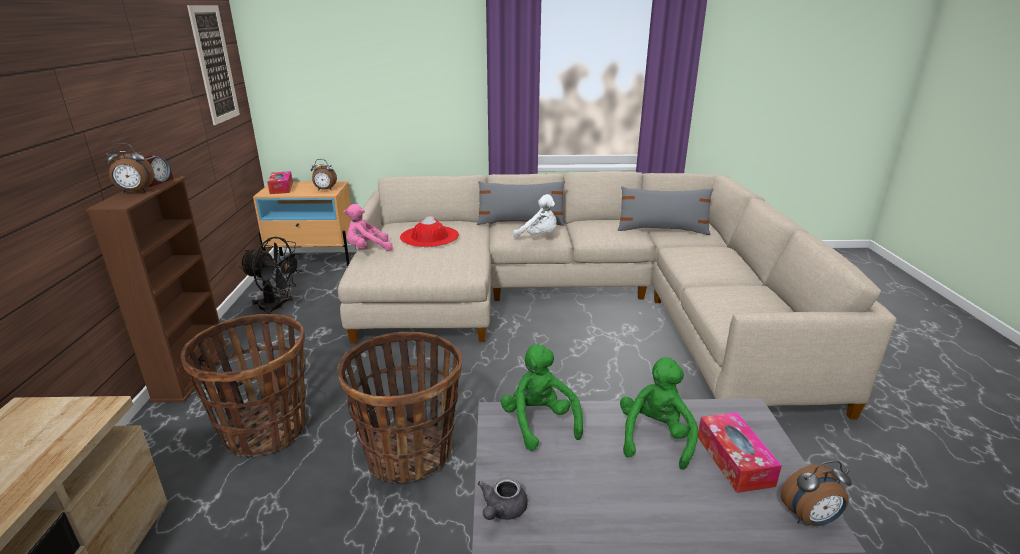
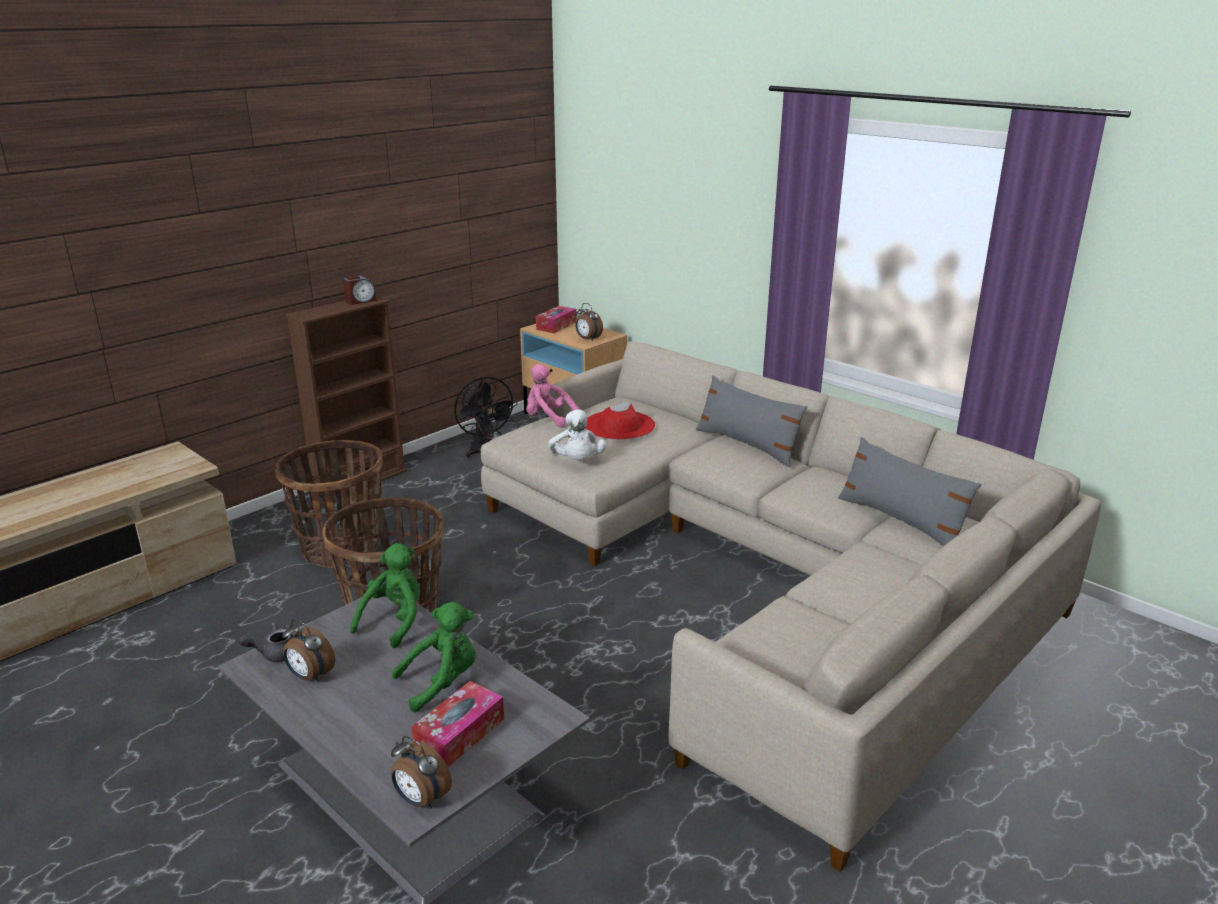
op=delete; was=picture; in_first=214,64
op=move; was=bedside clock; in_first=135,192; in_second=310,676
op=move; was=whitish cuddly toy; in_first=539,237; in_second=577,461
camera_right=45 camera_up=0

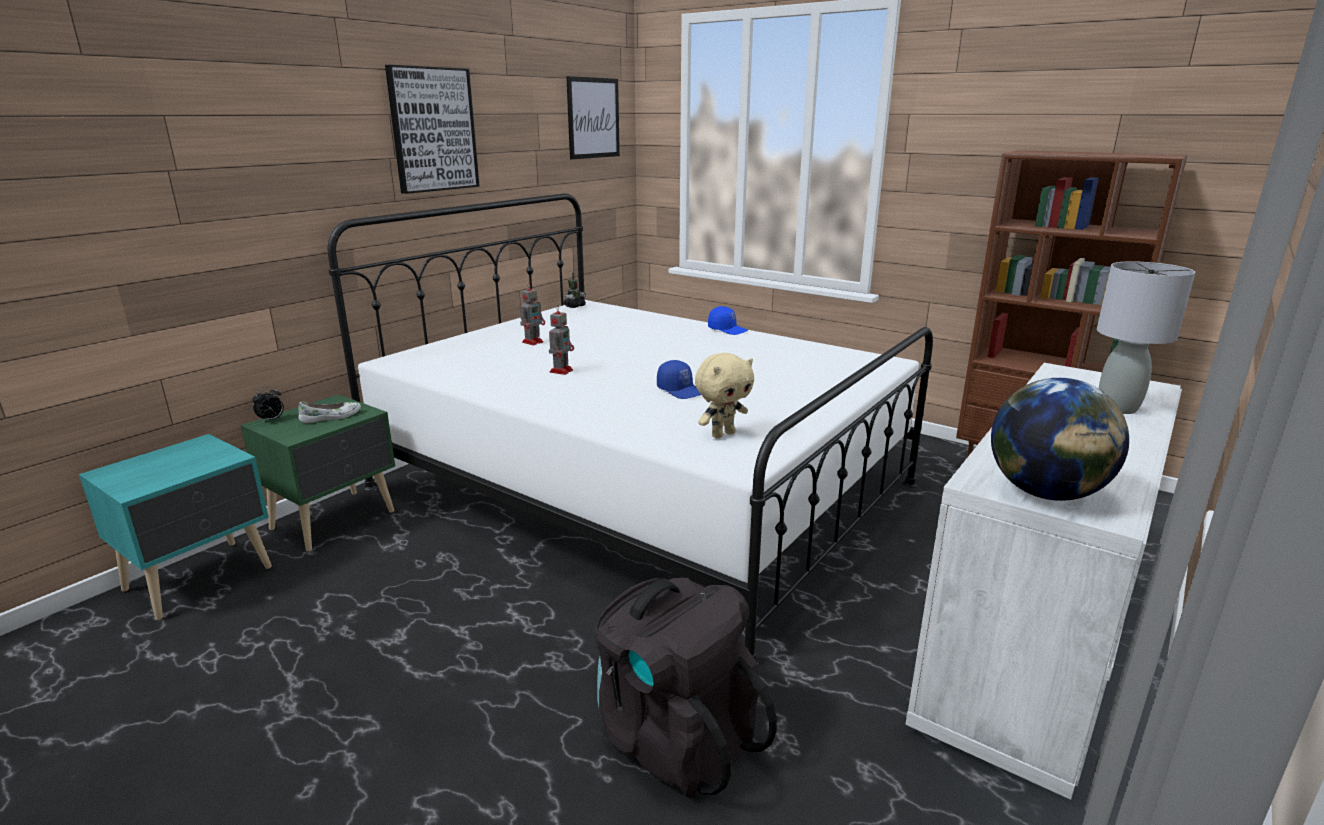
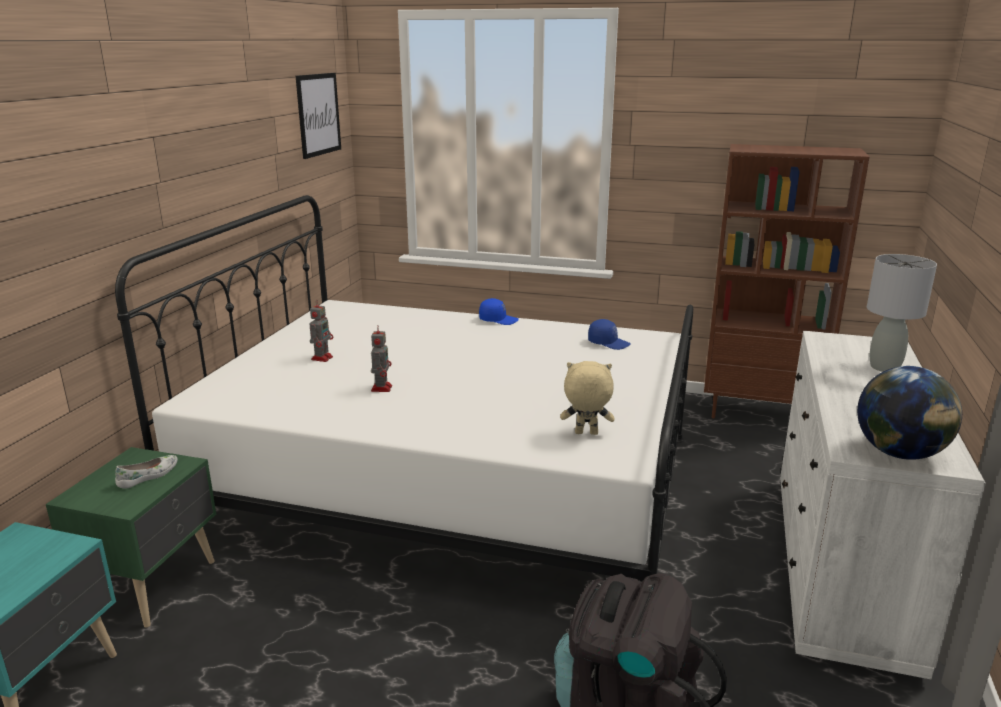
op=delete; was=picture; in_first=433,130
op=delete; was=toy robot; in_first=574,306
op=rotate; was=beige-coloured cuddly toy; in_first=722,434; in_second=586,434; clockwise=-120
op=move; was=blue-coloured baseball cap; in_first=680,390; in_second=608,343
op=delete; was=bedside clock; in_first=271,420
camera_right=-20 camera_up=0

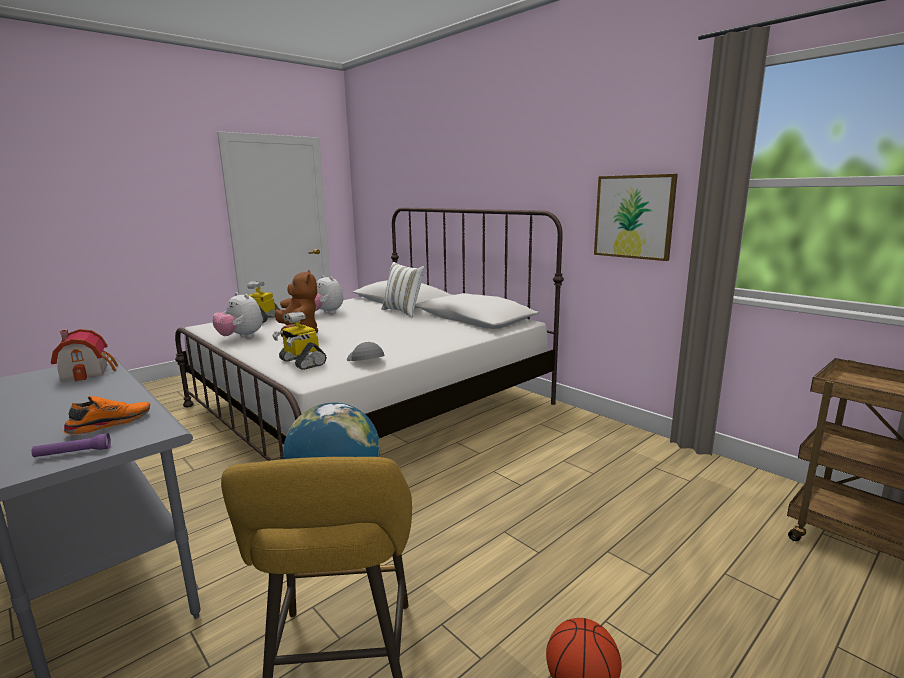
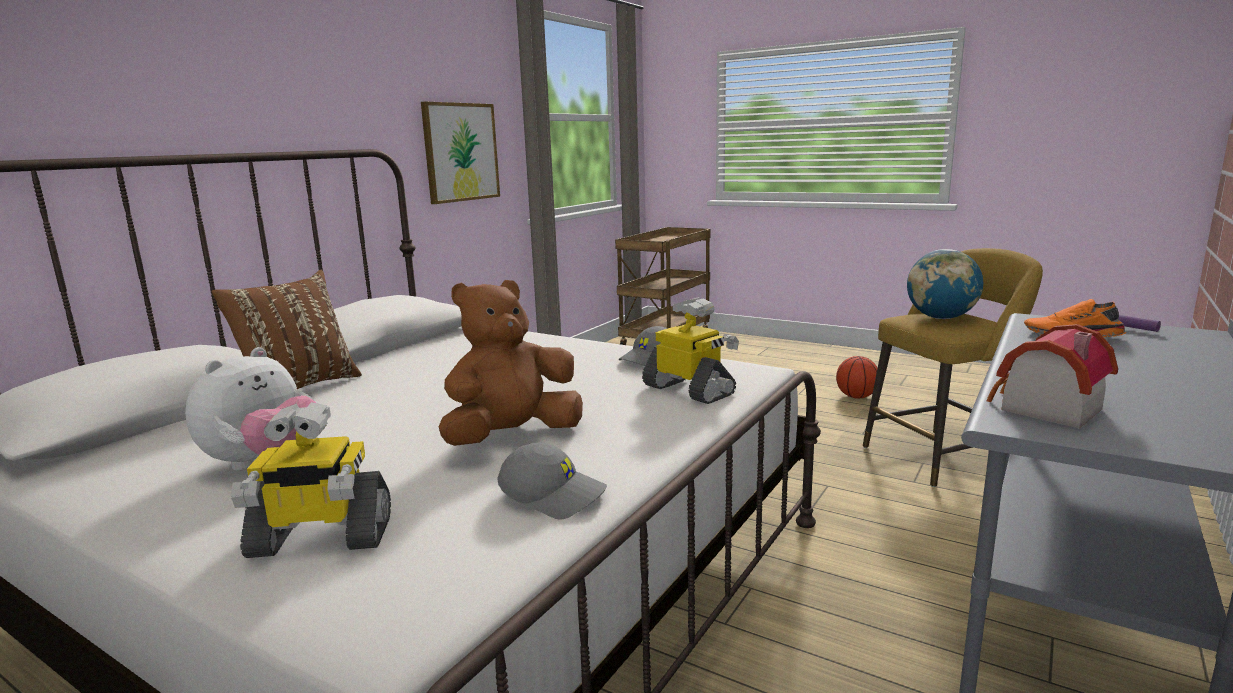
op=recolor; was=whitish cushion; now=brownish cushion; in_first=404,312; in_second=298,389
op=replace; was=cuddly toy; now=greyish baseball cap; in_first=240,337; in_second=554,494
op=rotate; was=toy robot; in_first=301,362; in_second=690,390; clockwise=-75
camera_right=-105 camera_up=0

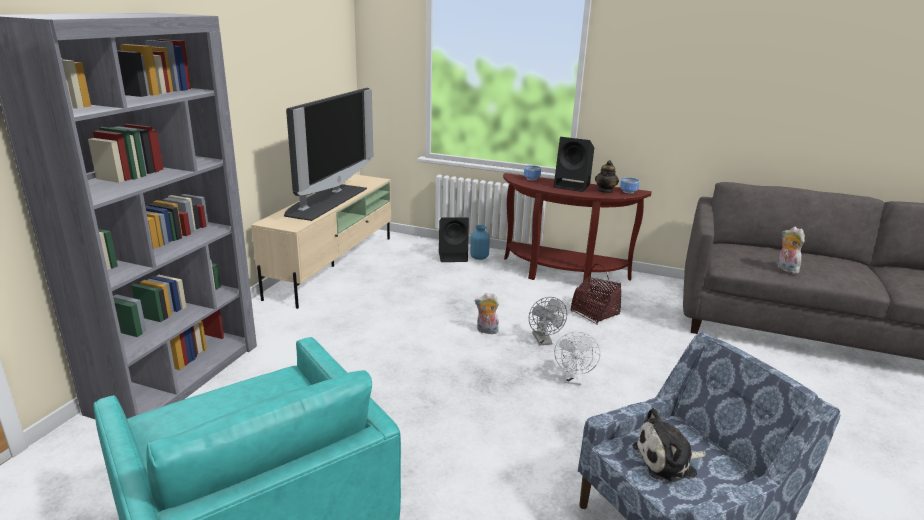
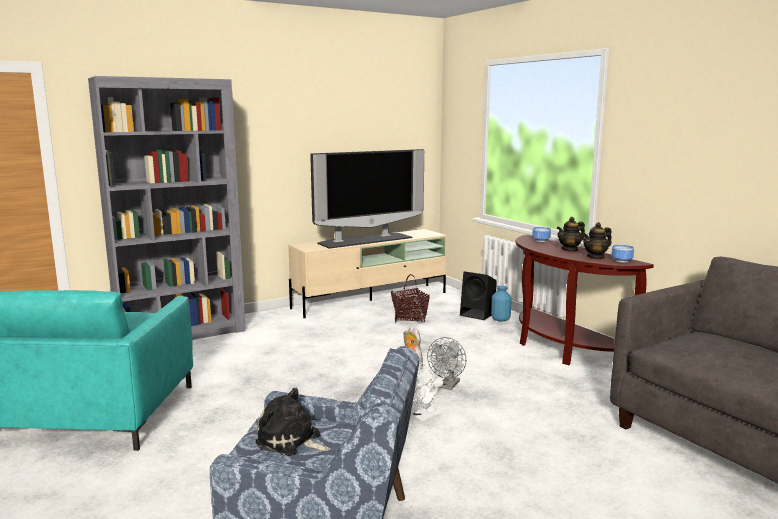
op=replace; was=black loudspeaker; now=teapot; in_first=573,186; in_second=570,249
op=delete; was=cuddly toy; in_first=785,269
op=move; was=basket; in_first=594,313; in_second=409,318
camera_right=40 camera_up=-10

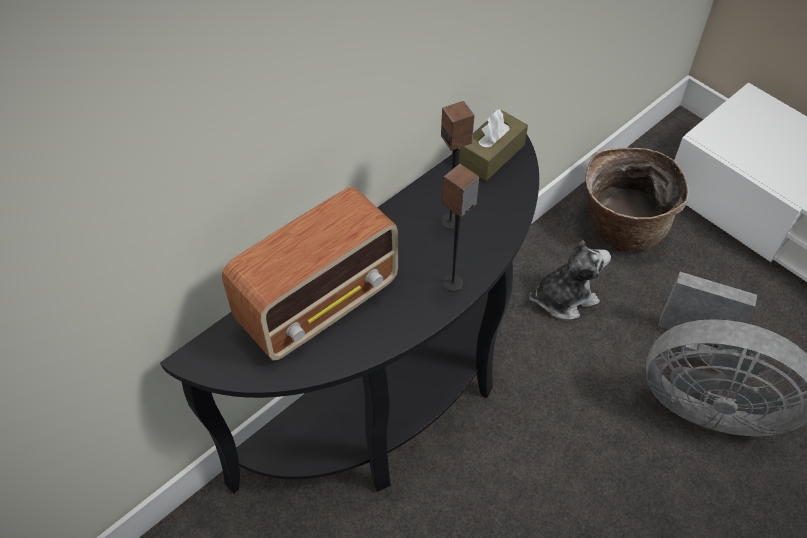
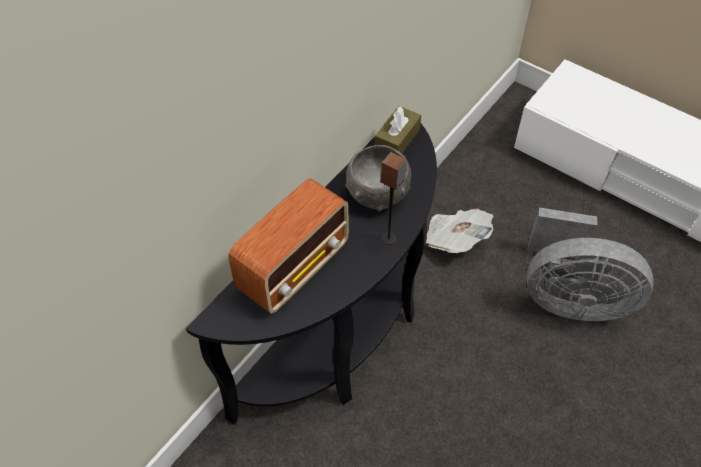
op=replace; was=loudspeaker; now=greyish deep dish; in_first=450,221; in_second=377,193
op=delete; was=basket; in_first=621,226
op=replace; was=cuddly toy; now=daily paper; in_first=564,298; in_second=455,239
camera_right=-10 camera_up=0

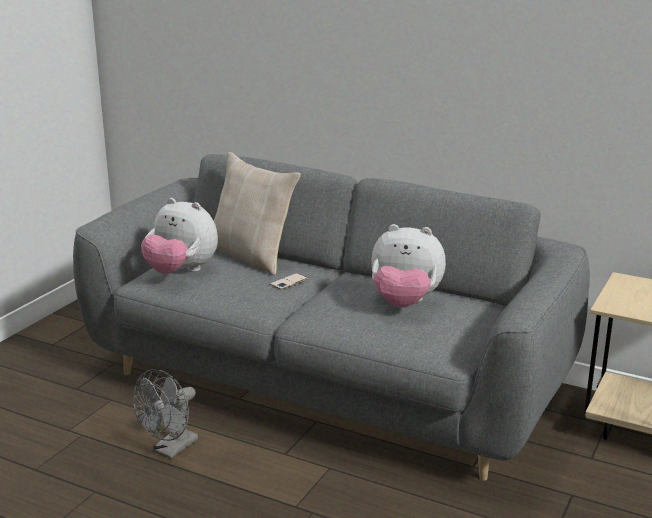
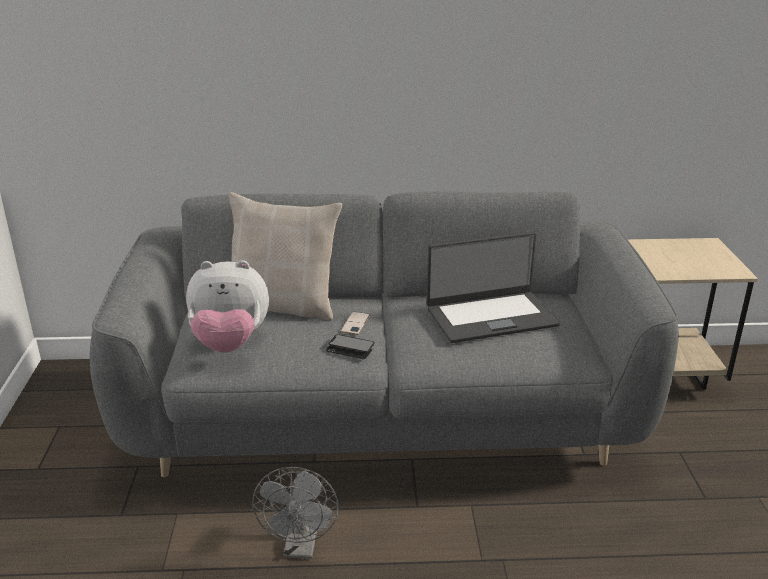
op=replace; was=cuddly toy; now=notebook computer; in_first=405,303; in_second=490,316
op=insert; now=phone; in_second=350,348
camera_right=-30 camera_up=5

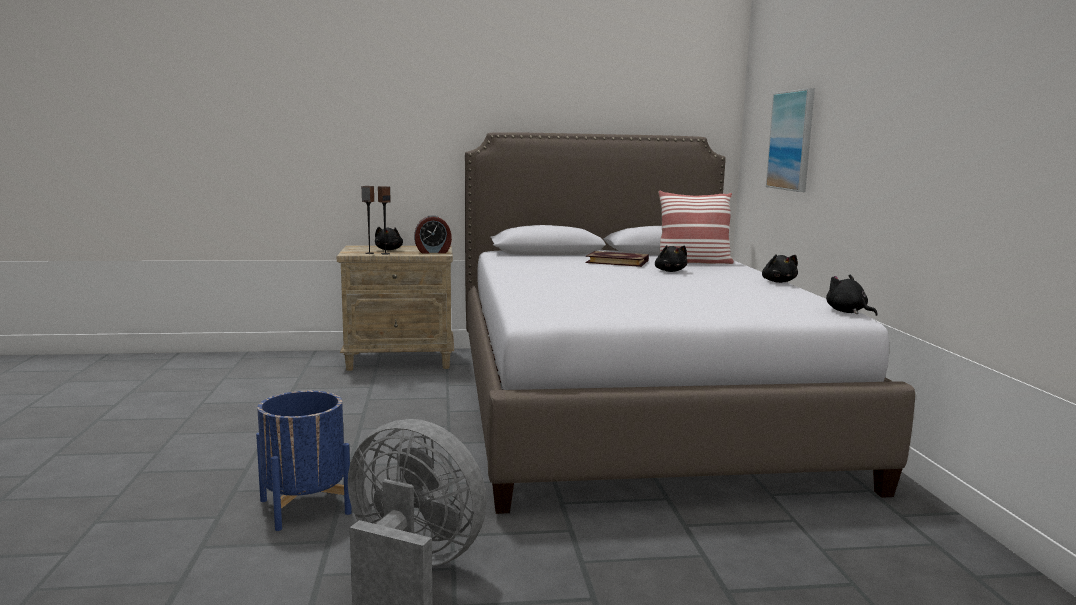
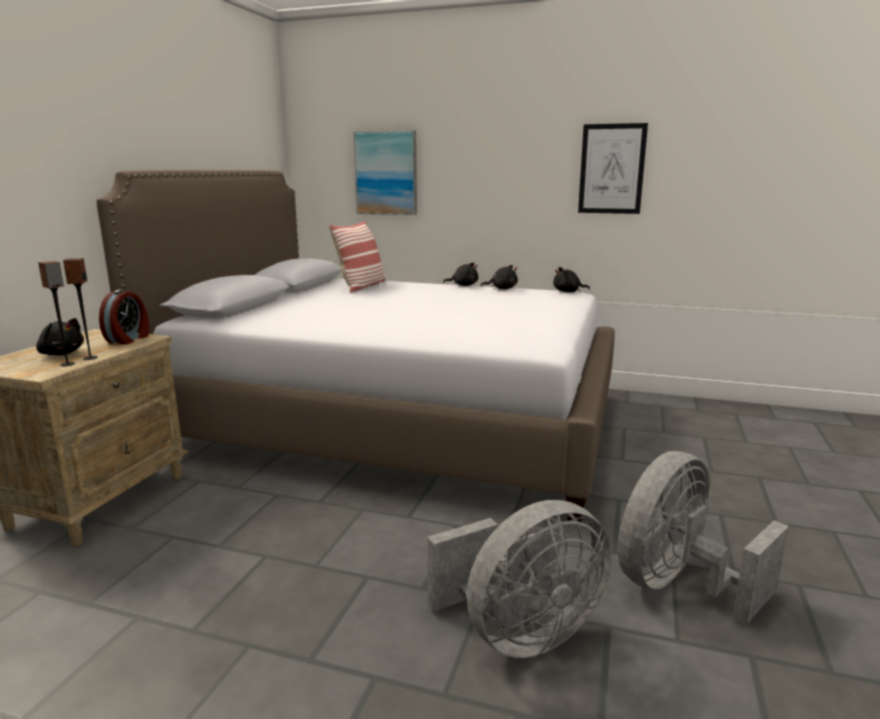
op=move; was=black cuddly toy; in_first=670,271; in_second=502,288
op=delete; was=book; in_first=617,261
op=replace; was=blue-coloured flower pot; now=greyish electric fan; in_first=305,506; in_second=520,634
op=insert; now=picture; in_second=611,169
camera_right=-65 camera_up=5

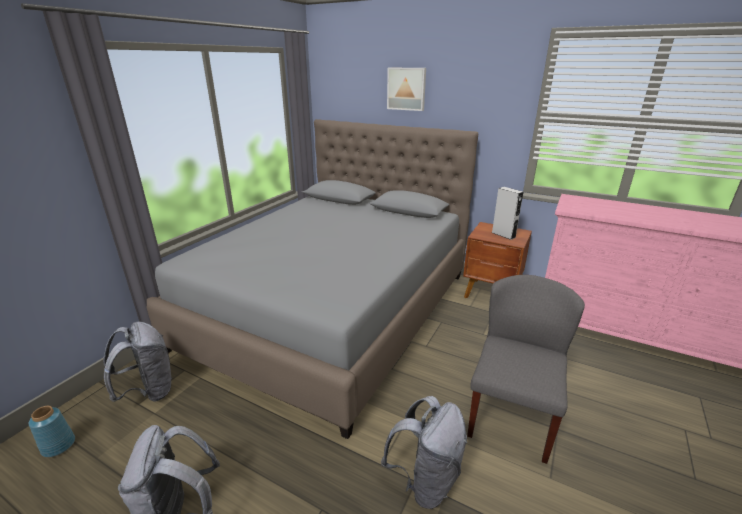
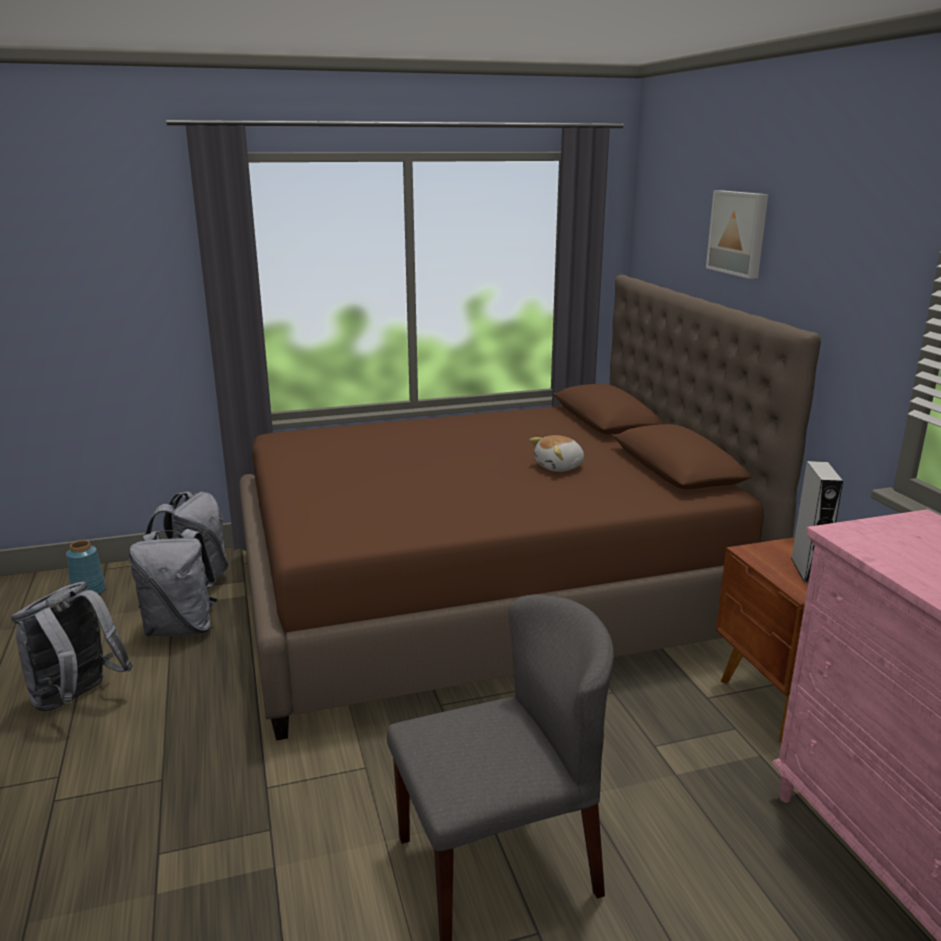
op=recolor; was=greyish sleeping bed; now=brownish sleeping bed; in_first=333,309; in_second=485,595
op=move; was=greyish backpack; in_first=425,481; in_second=181,628
op=insert; now=cuddly toy; in_second=559,467
camera_right=45 camera_up=-5

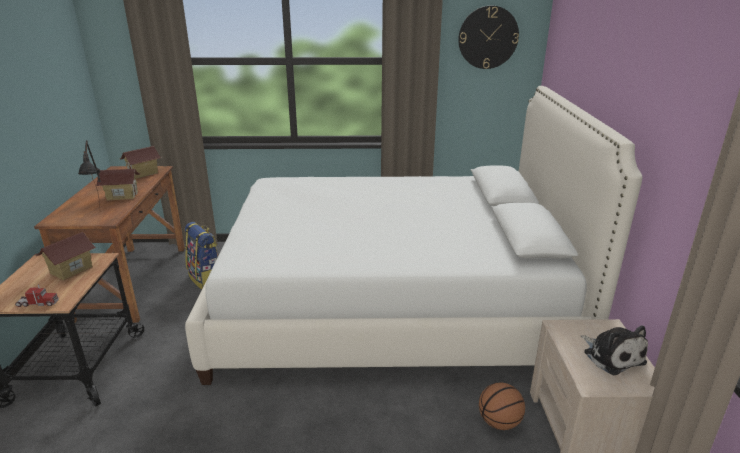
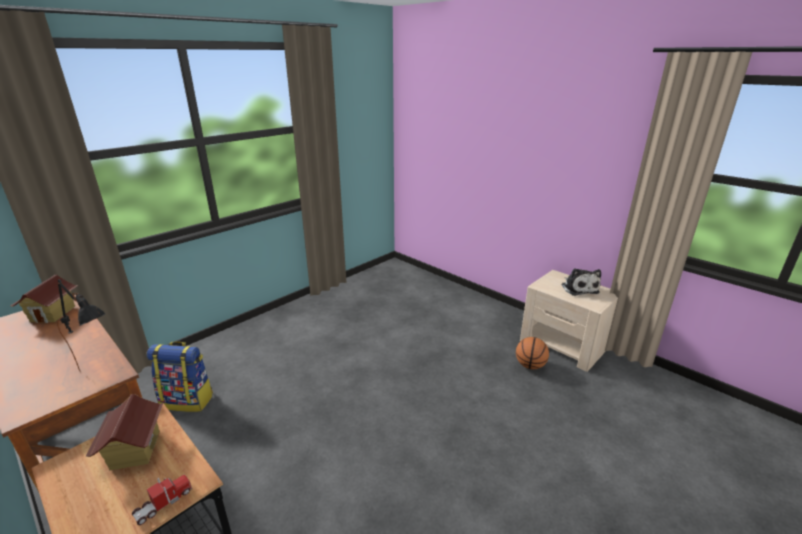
op=delete; was=clock on the wall; in_first=488,37
op=delete; was=whitish sleeping bed; in_first=391,305
op=delete; was=toy house; in_first=122,196
op=rotate; was=cuddly toy; in_first=611,356; in_second=579,288; clockwise=60
camera_right=-45 camera_up=0

